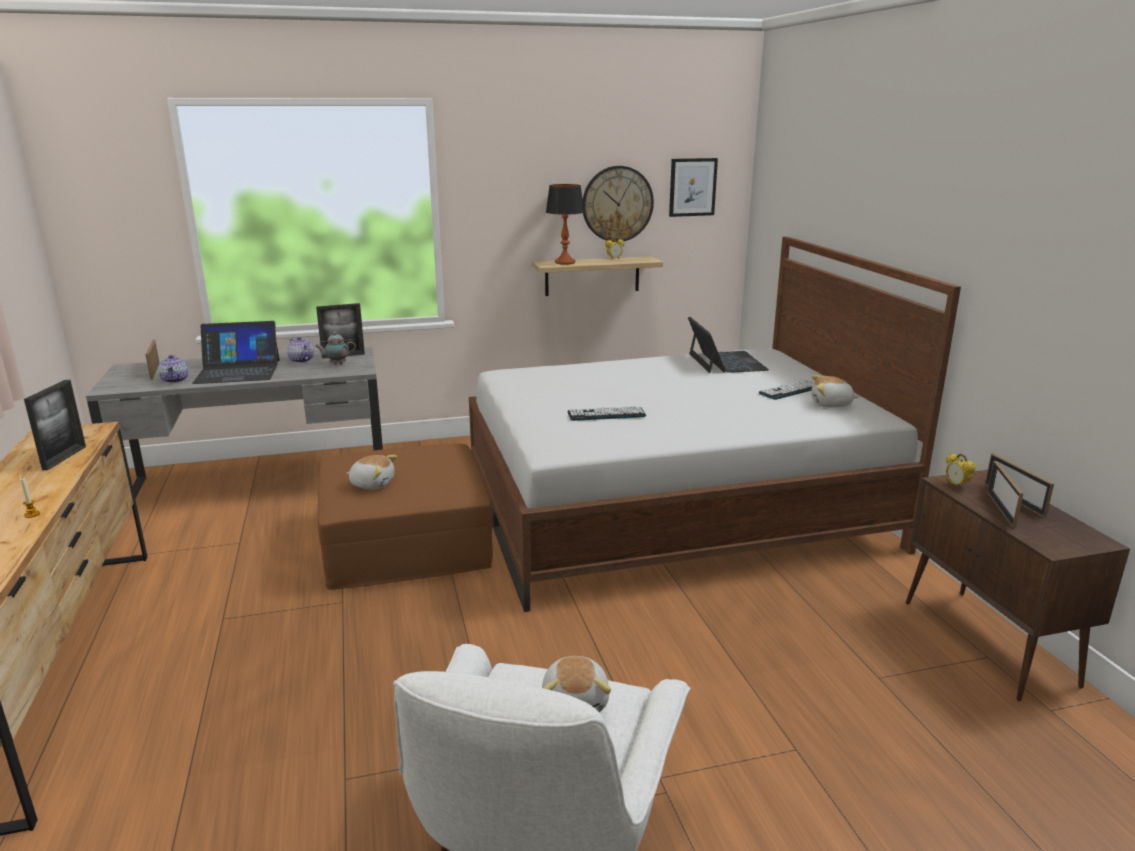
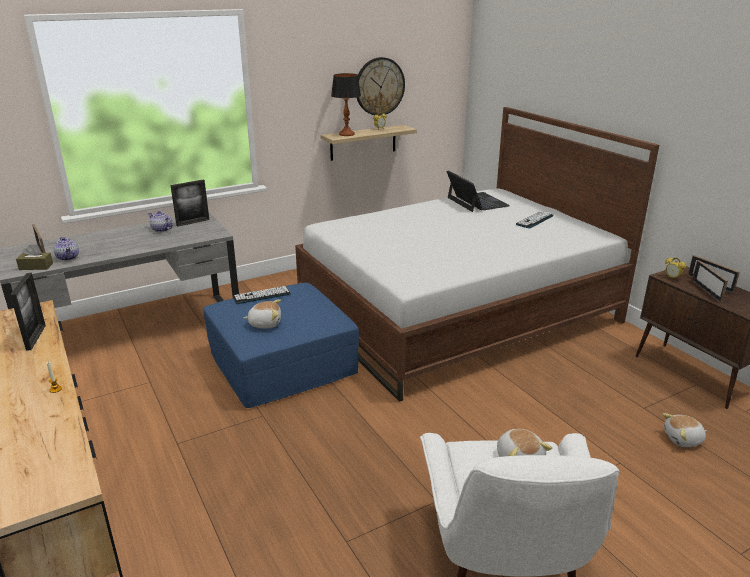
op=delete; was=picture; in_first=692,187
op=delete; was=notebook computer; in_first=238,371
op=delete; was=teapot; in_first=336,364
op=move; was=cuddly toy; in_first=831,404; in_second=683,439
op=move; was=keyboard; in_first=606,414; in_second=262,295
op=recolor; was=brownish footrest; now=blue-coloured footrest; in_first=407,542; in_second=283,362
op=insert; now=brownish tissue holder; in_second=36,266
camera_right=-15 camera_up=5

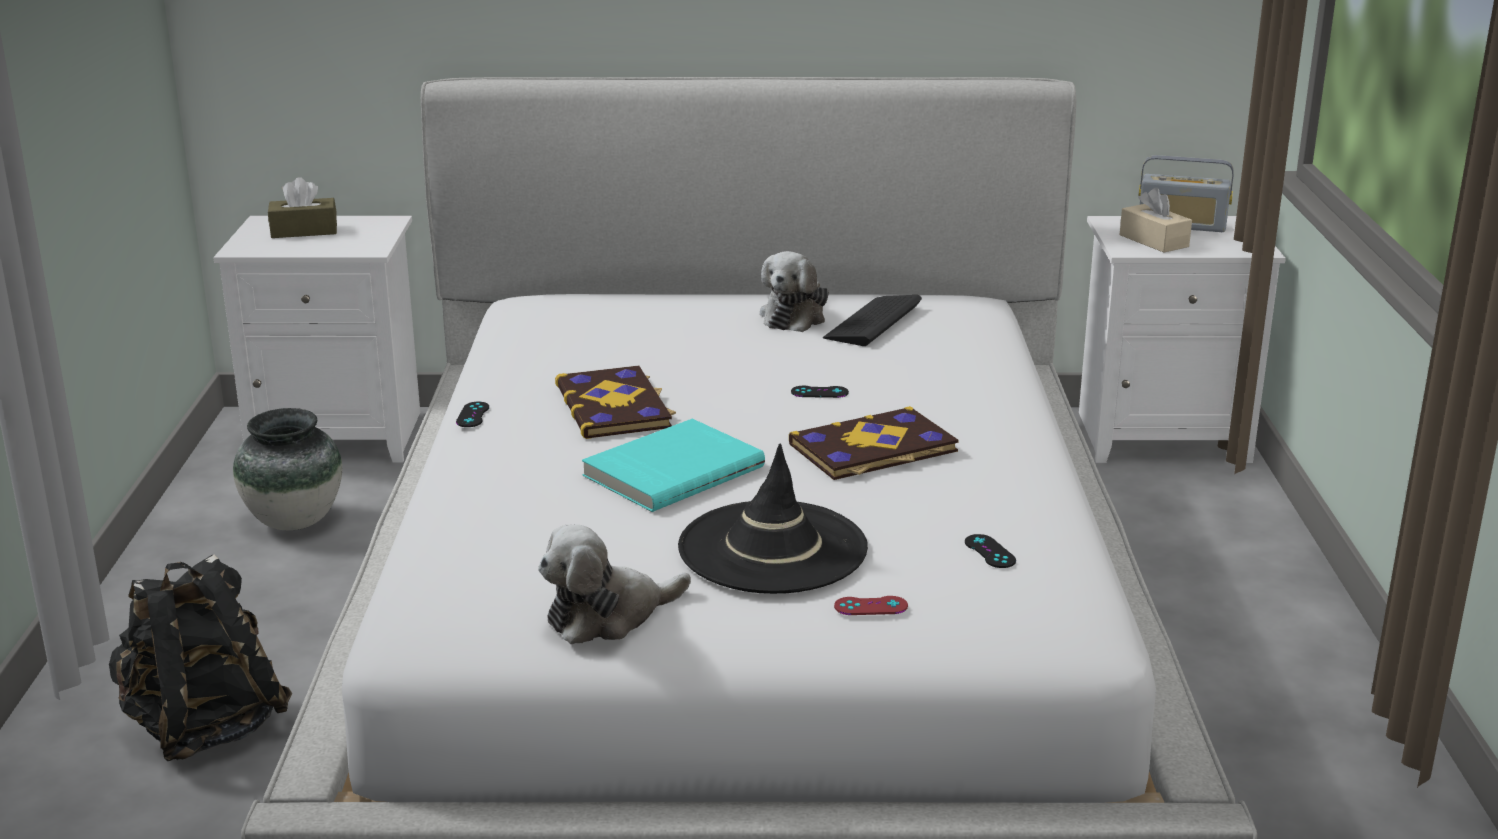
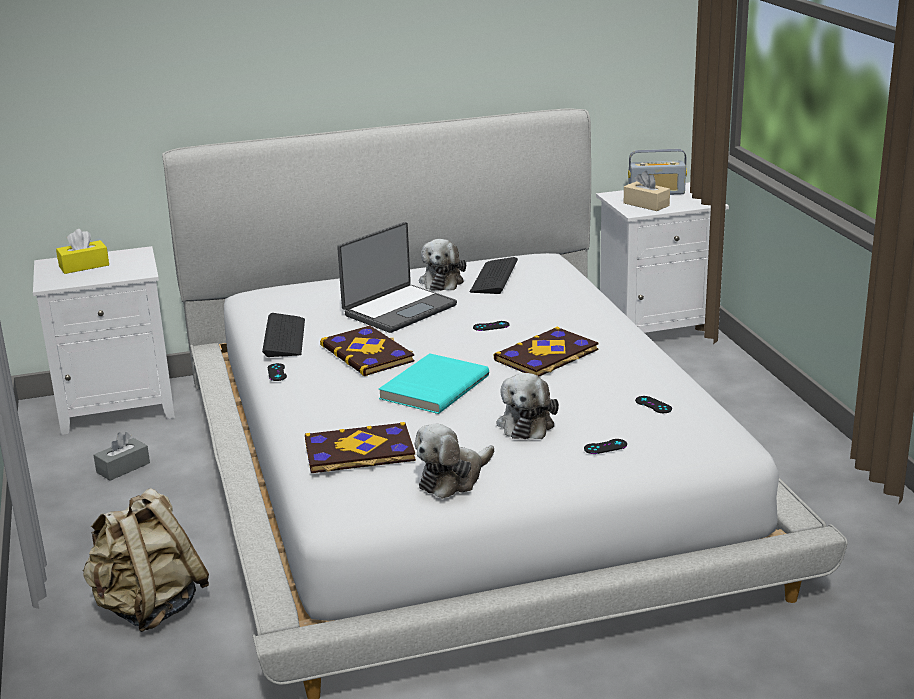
op=recolor; was=brownish tissue holder; now=yellowish tissue holder; in_first=304,231; in_second=84,266
op=replace; was=decorative vase; now=greyish tissue holder; in_first=295,521; in_second=123,468
op=replace; was=black clothing hat; now=cuddly toy; in_first=772,548; in_second=526,423
op=recolor; was=black backpack; now=beige-coloured backpack; in_first=204,728; in_second=149,608
op=recolor; was=red joypad; now=black joypad; in_first=871,606; in_second=605,447
op=insert; now=notebook computer; in_second=398,310
op=insert; now=keyboard; in_second=284,337
op=insert; now=book; in_second=359,452
camera_right=-15 camera_up=0

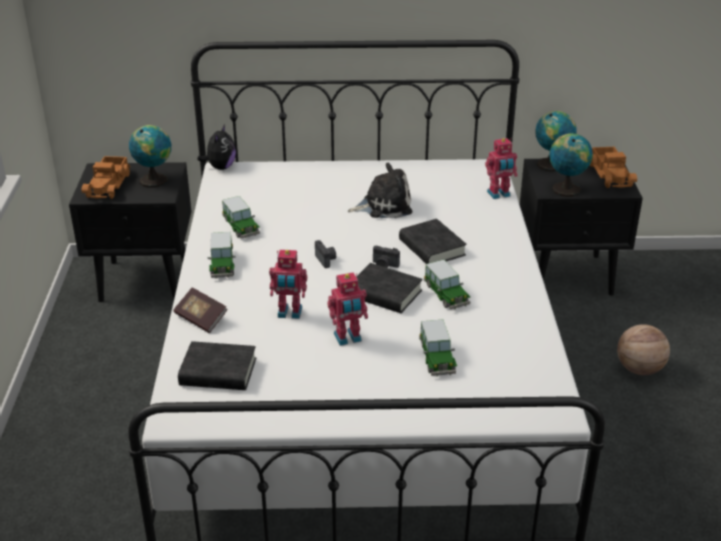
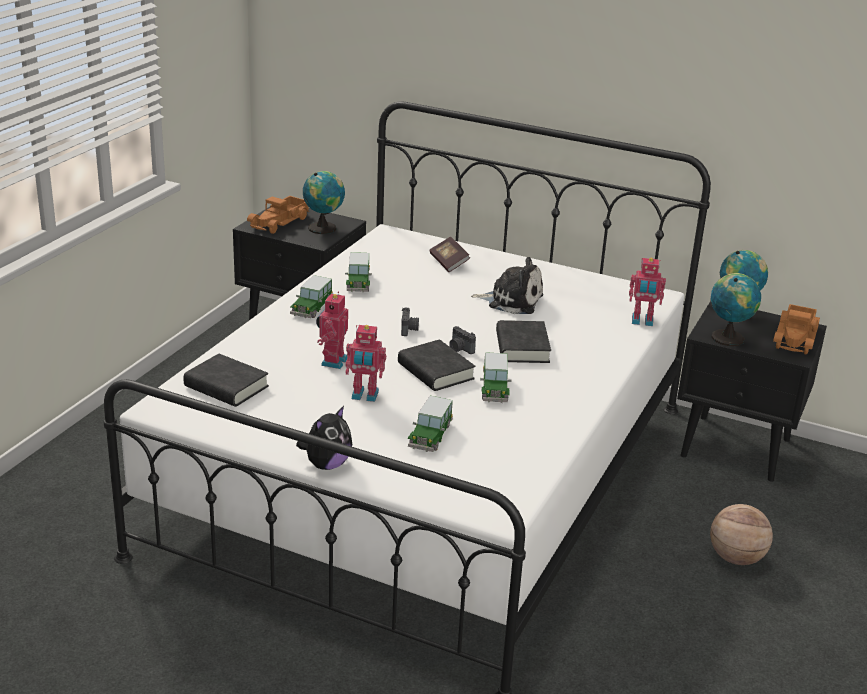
op=move; was=cuddly toy; in_first=220,167; in_second=326,464
op=rotate; was=toy robot; in_first=289,313; in_second=332,361; clockwise=75
op=move; was=book; in_first=201,319; in_second=449,263
camera_right=25 camera_up=-5

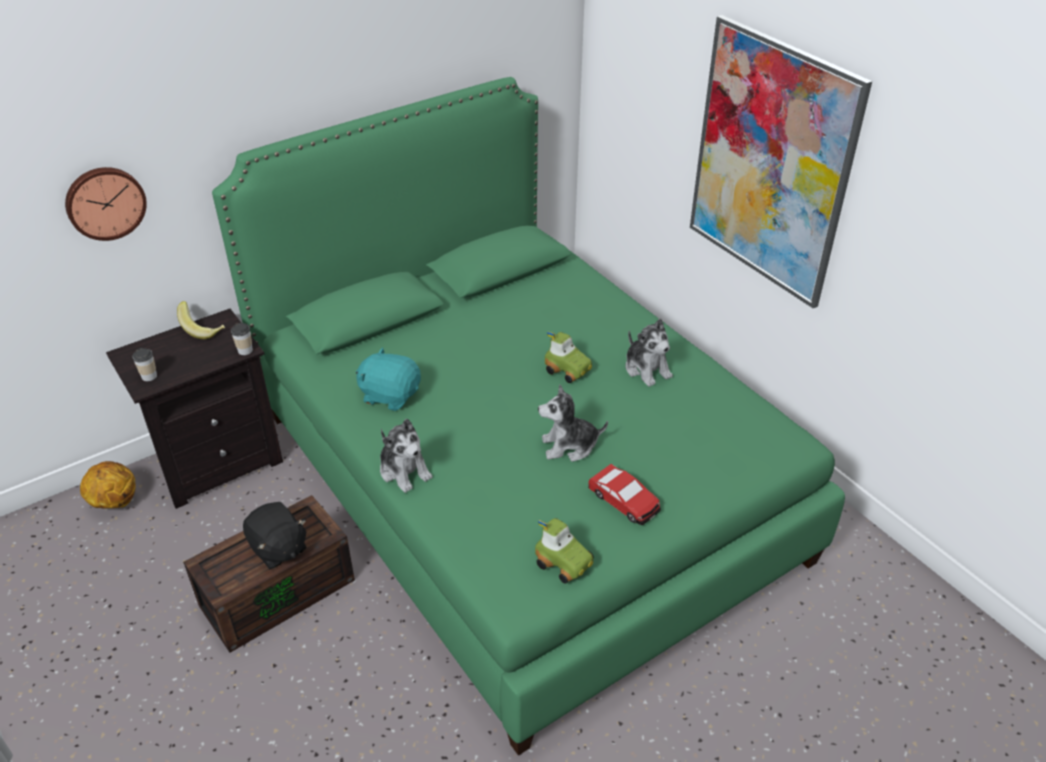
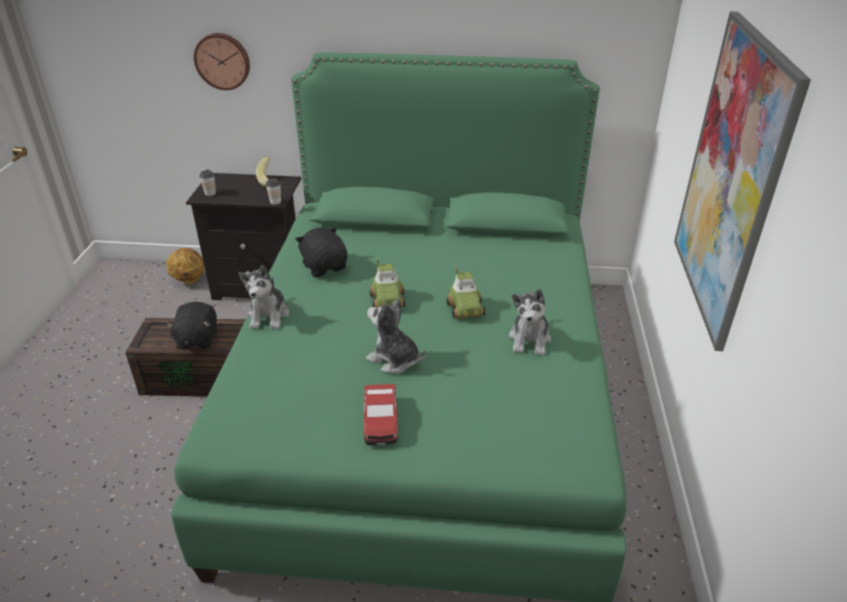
op=recolor; was=blue-green cuddly toy; now=black cuddly toy; in_first=390,395; in_second=325,266
op=move; was=model car; in_first=564,562; in_second=388,300
camera_right=40 camera_up=-5

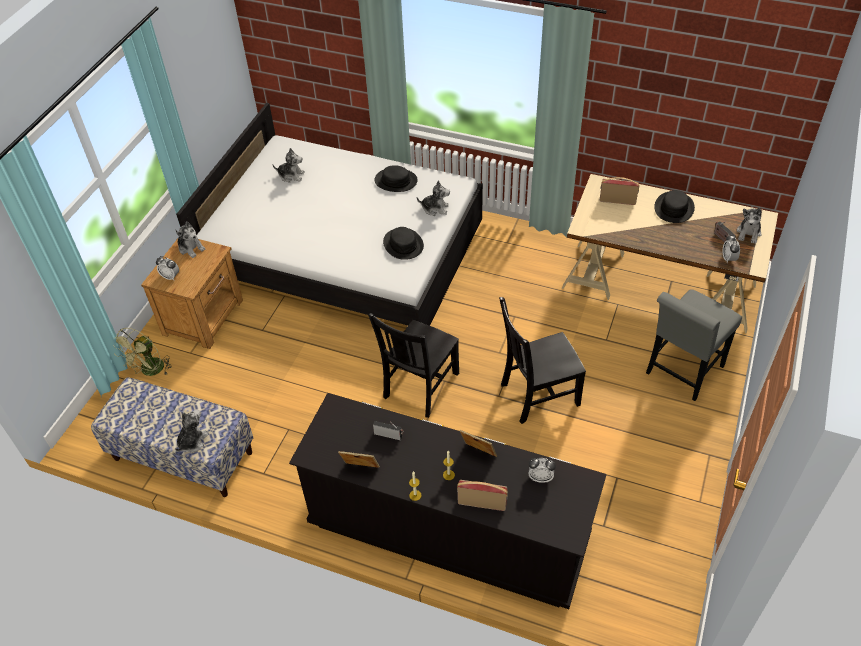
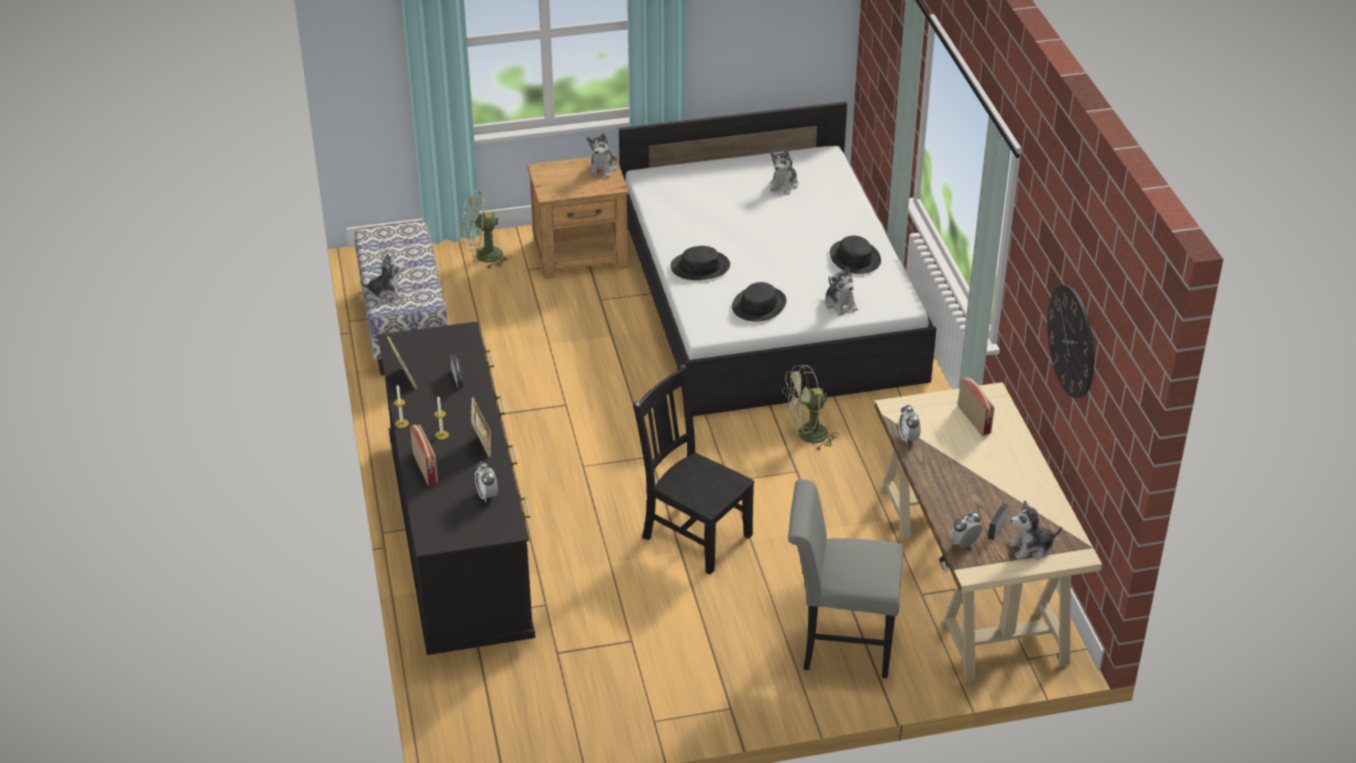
op=rotate; was=cuddly toy; in_first=291,175; in_second=784,185; clockwise=45
op=move; was=black clothing hat; in_first=673,208; in_second=700,266
op=move; was=bedside clock; in_first=170,276; in_second=908,438
op=delete; was=black chair; in_first=419,387
op=insert; now=clock on the wall; in_second=1071,341
op=insert; now=green electric fan; in_second=806,436
camera_right=55 camera_up=-10

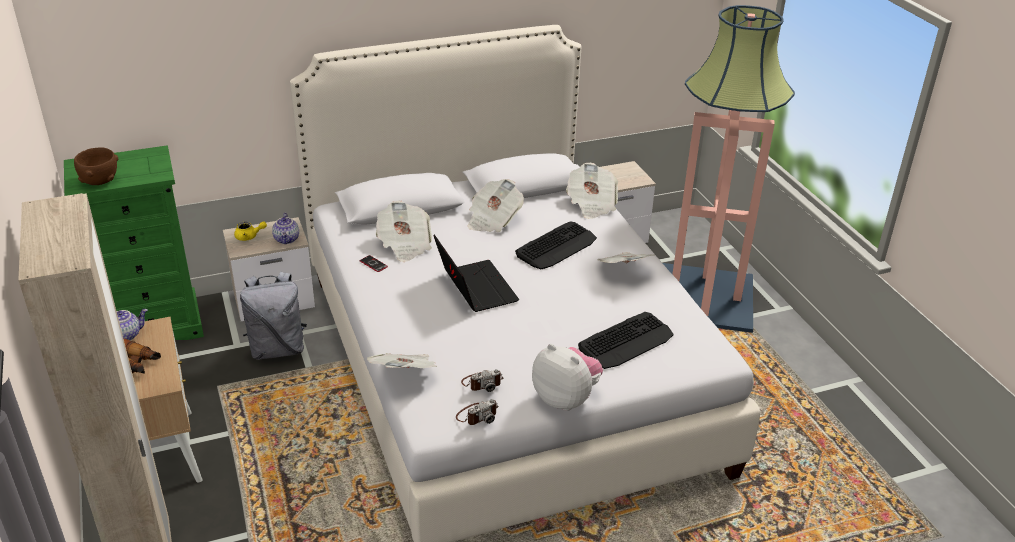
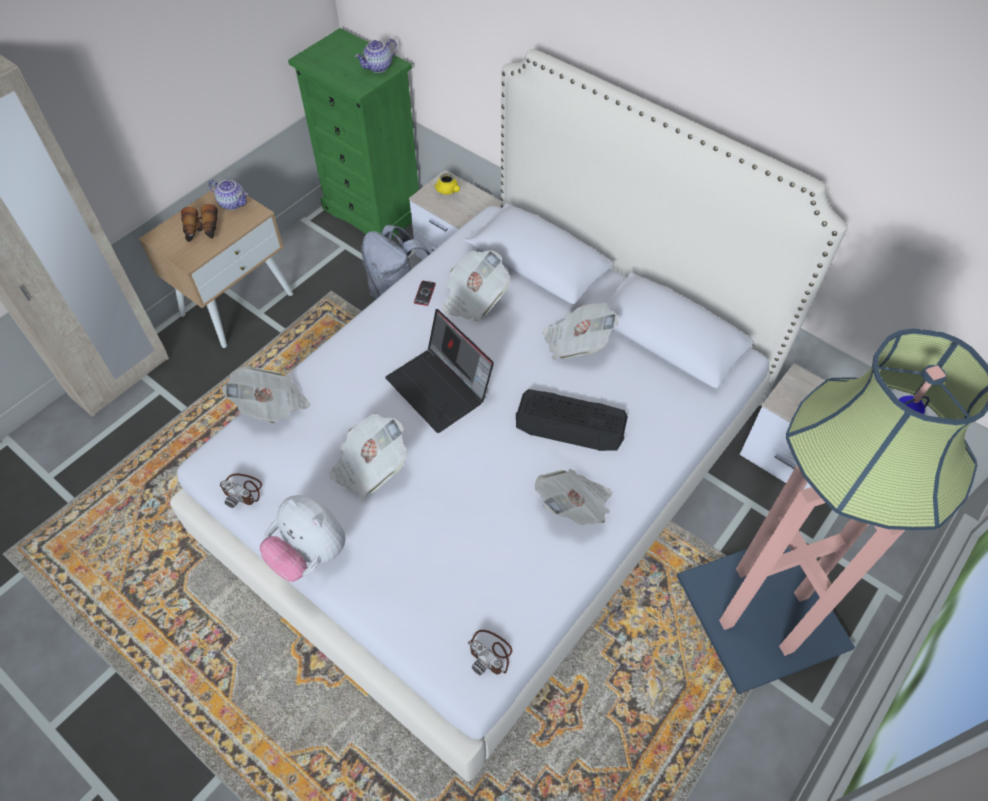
op=delete; was=brownish deep dish; in_first=100,181
op=move; was=daily paper; in_first=591,204; in_second=369,466
op=move; was=teapot; in_first=287,239; in_second=378,67
op=rotate; was=notebook computer; in_first=474,288; in_second=441,388; clockwise=105
op=delete; was=keyboard; in_first=626,341
op=rotate; was=cuddly toy; in_first=566,398; in_second=309,554; clockwise=120
op=move; was=still camera; in_first=482,383; in_second=490,653
camera_right=60 camera_up=20

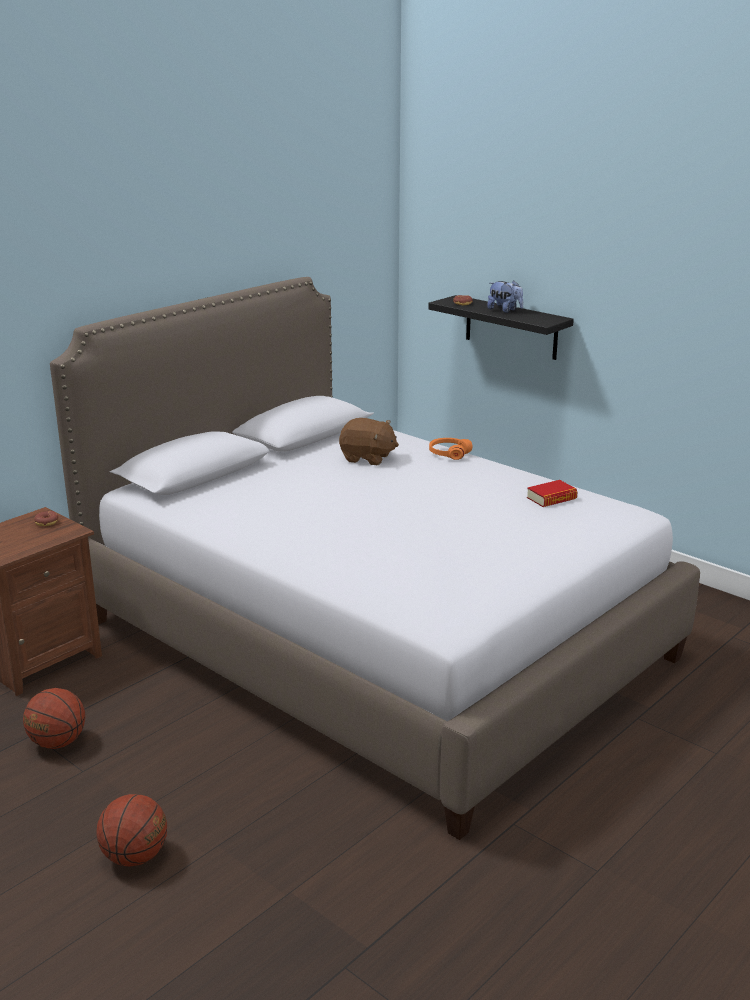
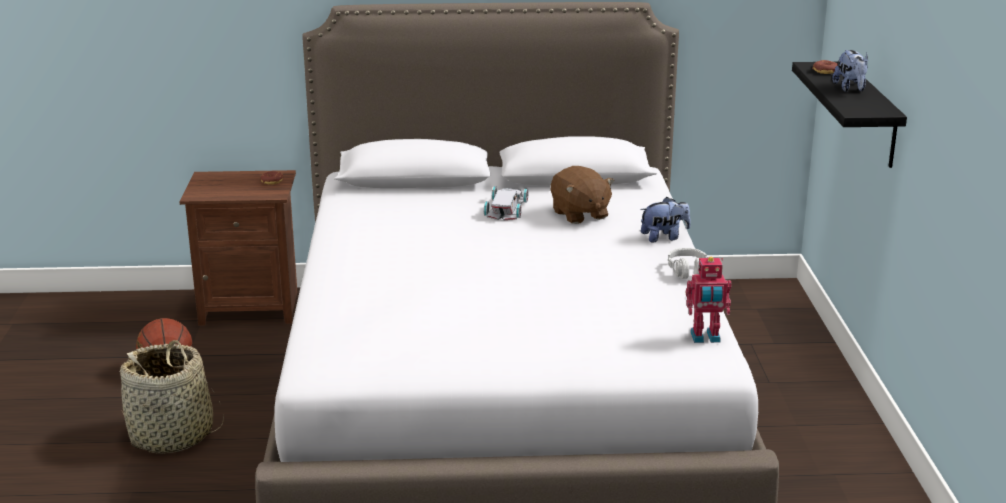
op=replace; was=orange-coloured headset; now=cuddly toy; in_first=449,454; in_second=664,237
op=delete; was=book; in_first=551,498
op=delete; was=ball for basketball; in_first=135,857
op=insert; now=whitish model car; in_second=507,208
op=insert; now=greyish headset; in_second=688,271
op=insert; now=toy robot; in_second=705,338
op=insert; now=basket; in_second=172,436
camera_right=45 camera_up=0

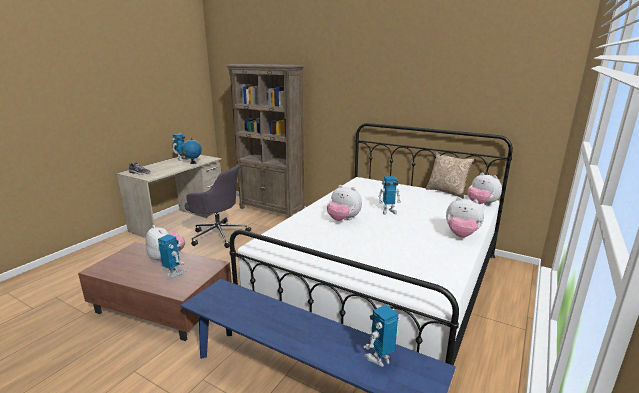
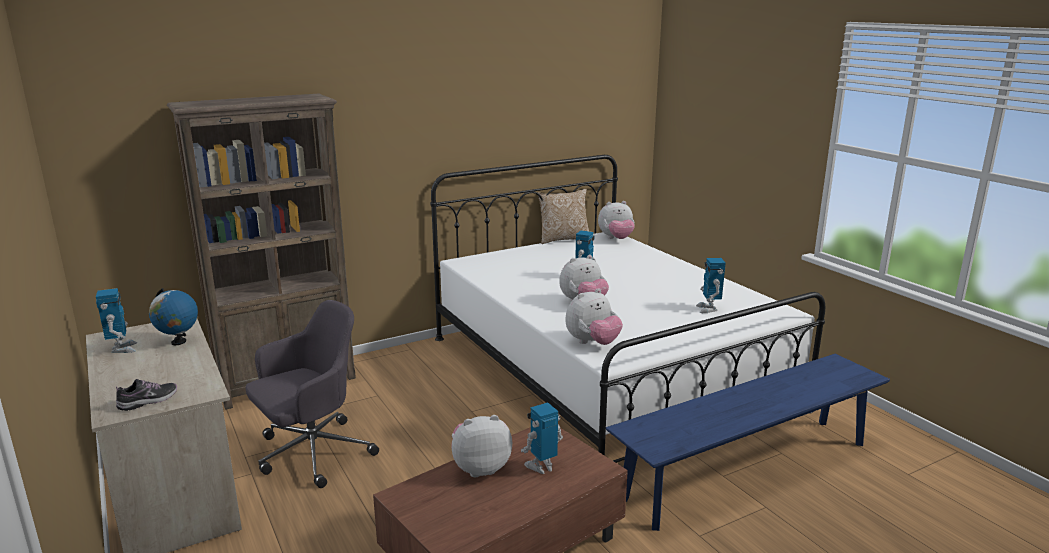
op=move; was=cuddly toy; in_first=461,235; in_second=592,343
op=move; was=toy robot; in_first=380,359; in_second=708,309
camera_right=-60 camera_up=0

